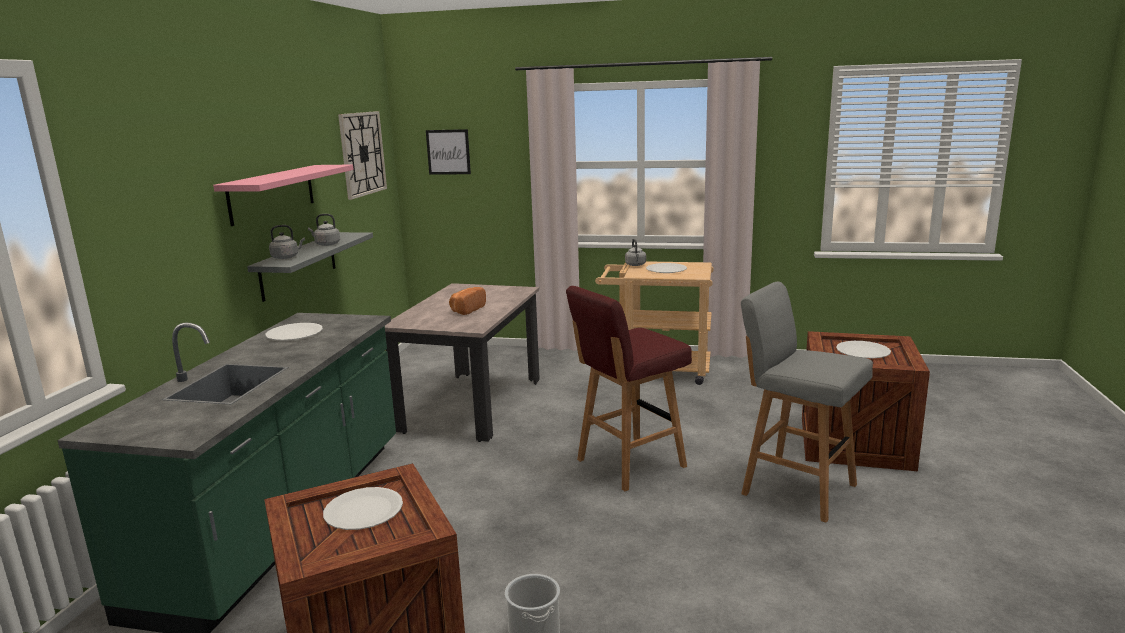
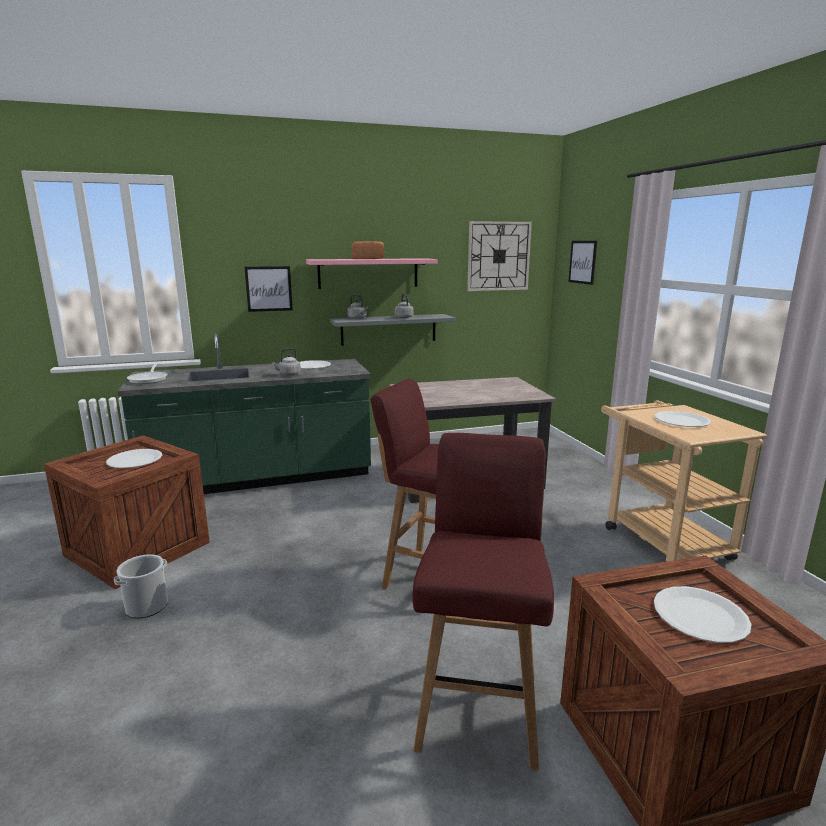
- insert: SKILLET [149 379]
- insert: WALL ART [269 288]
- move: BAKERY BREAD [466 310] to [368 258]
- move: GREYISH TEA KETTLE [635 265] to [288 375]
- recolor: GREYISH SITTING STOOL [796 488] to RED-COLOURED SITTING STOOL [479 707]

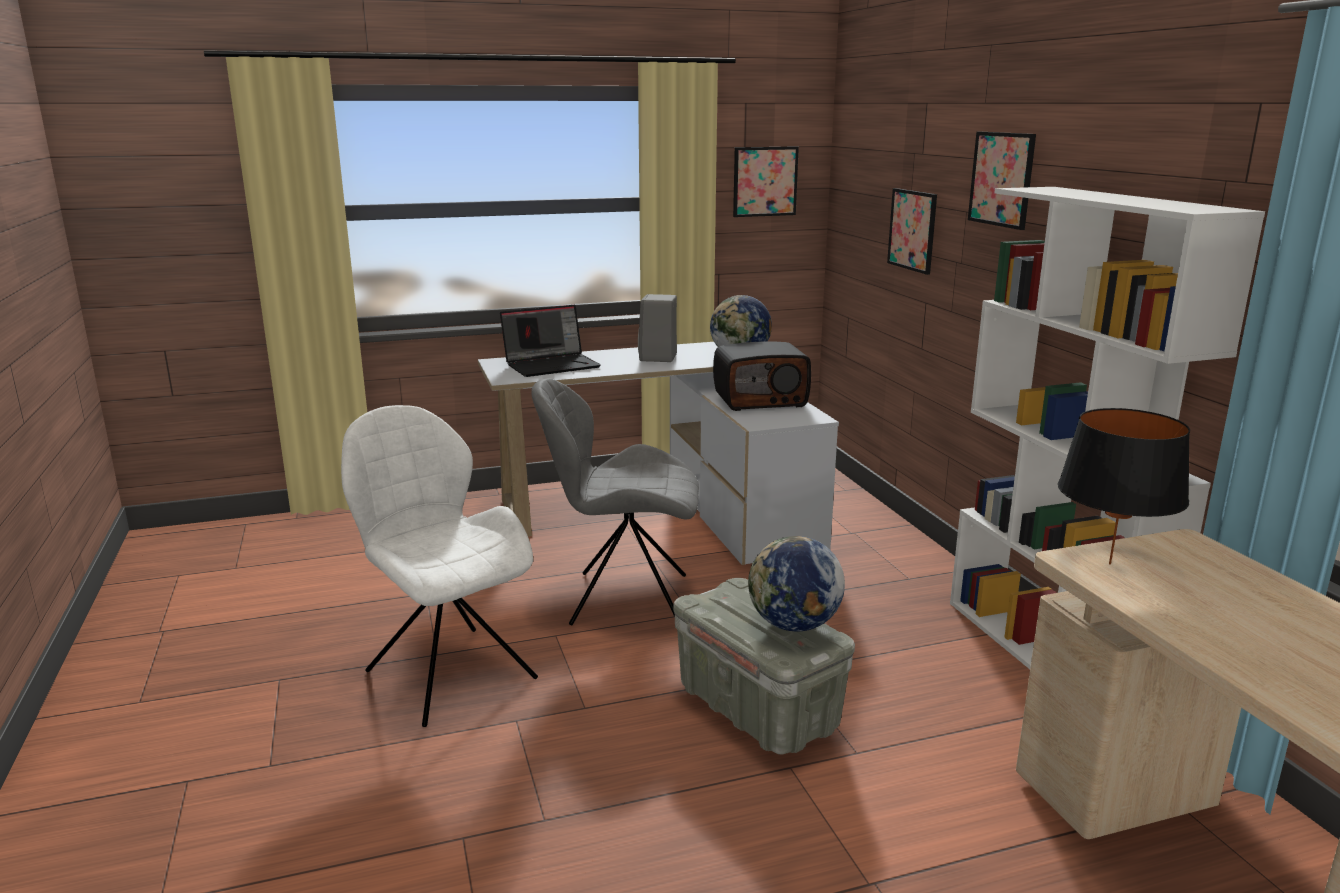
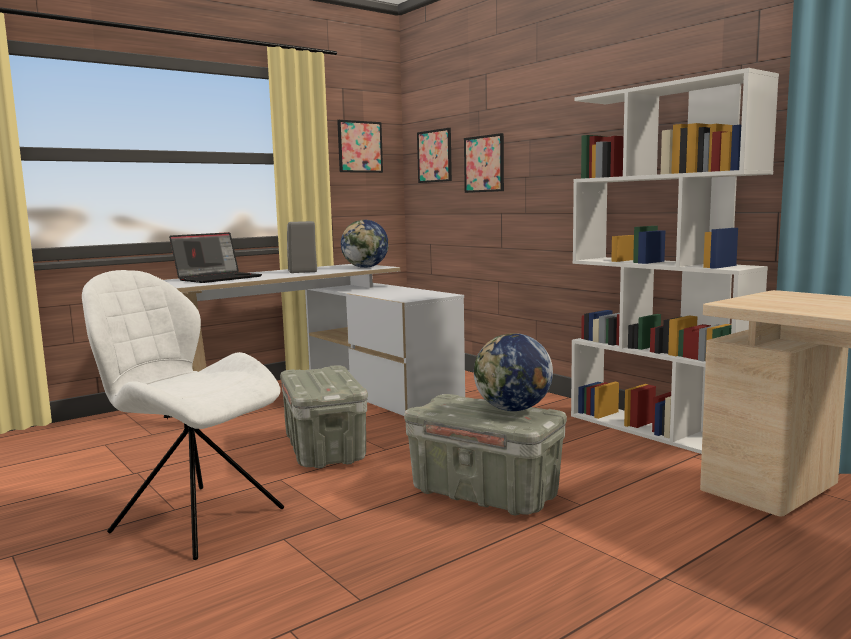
- delete: RADIO RECEIVER [760 400]
- delete: BLACKISH TABLETOP LAMP [1109 563]
- move: WALL ART [1001 179] to [434 156]
- replace: GREYISH UPRIGHT CHAIR [624 599] to GREYISH STORAGE BIN [324 449]

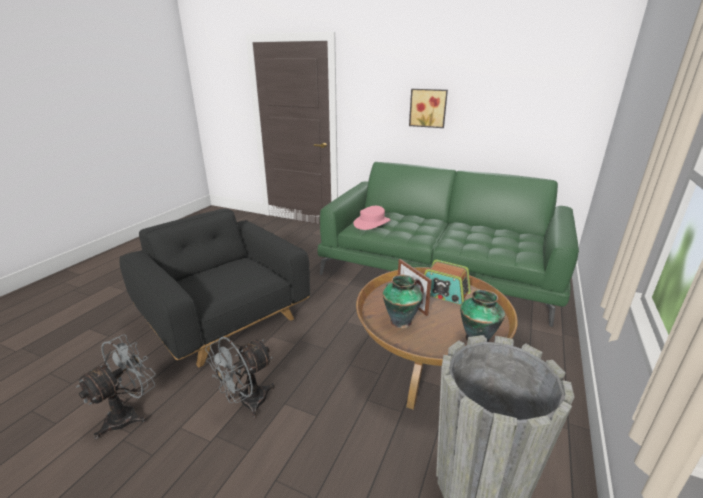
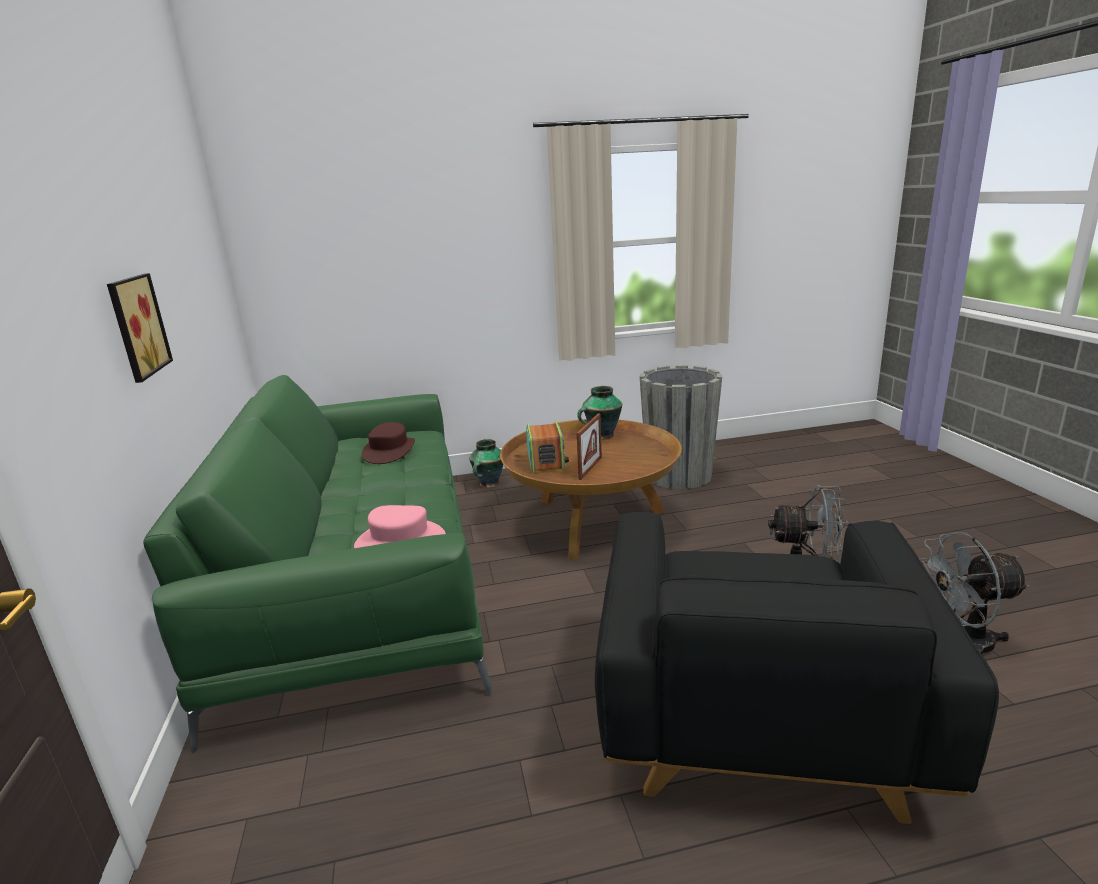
- insert: BROWNISH WEARABLE HAT [389 451]
- move: FLOWER VASE [400 321] to [489 484]

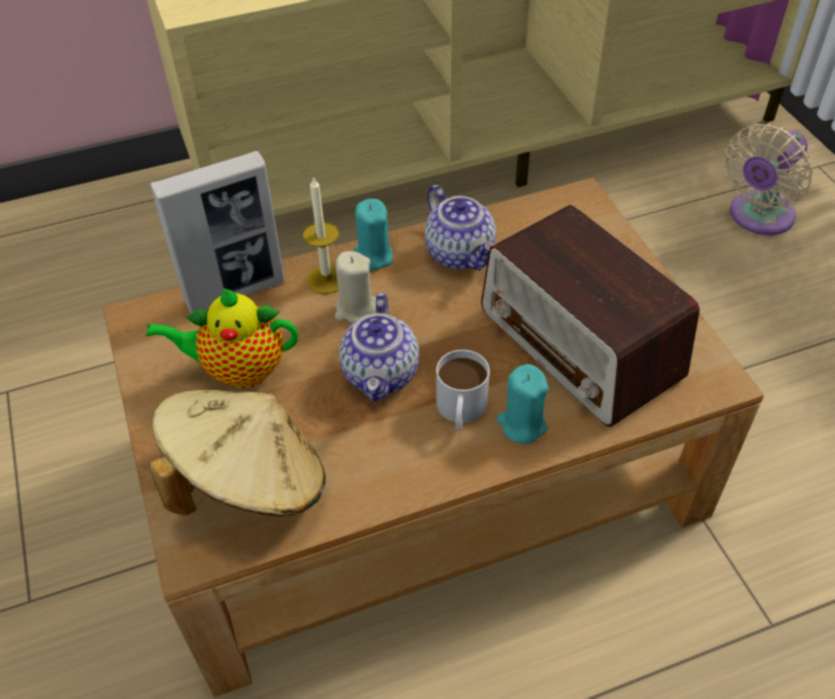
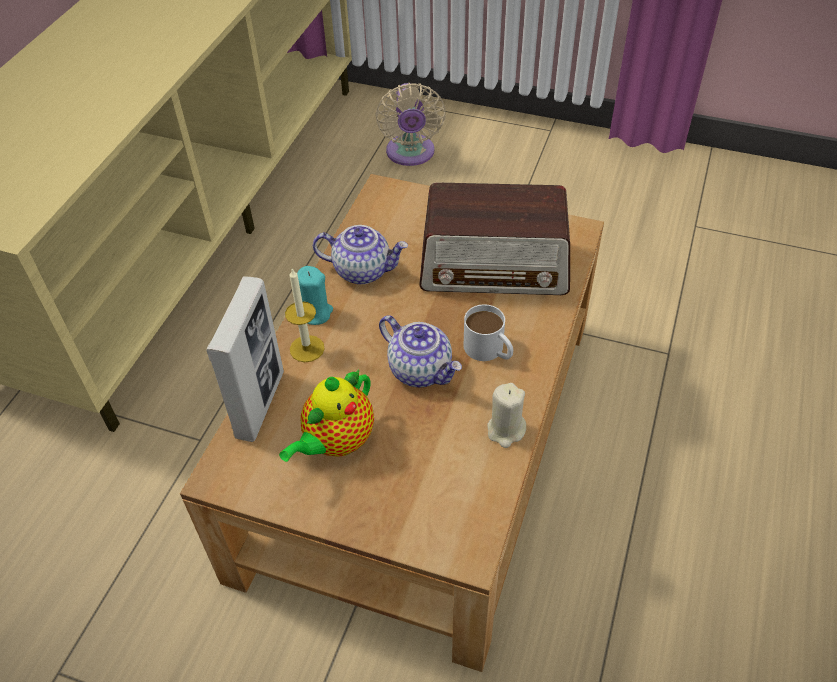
- delete: BEIGE WEARABLE HAT [249 481]
- delete: TURQUOISE-COLOURED WAX LIGHT [521 424]
- move: BEIGE WAX LIGHT [356 309] to [506 430]

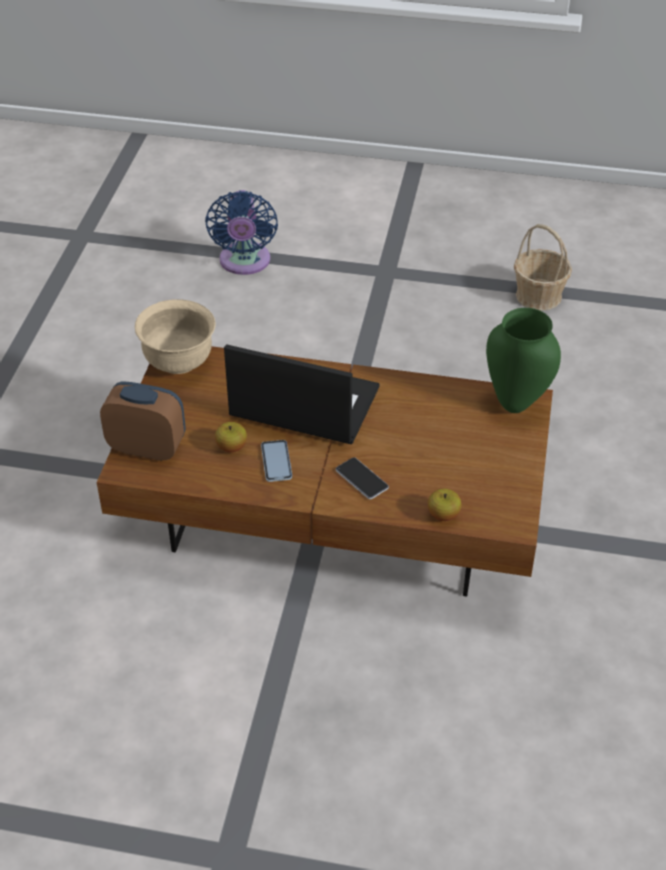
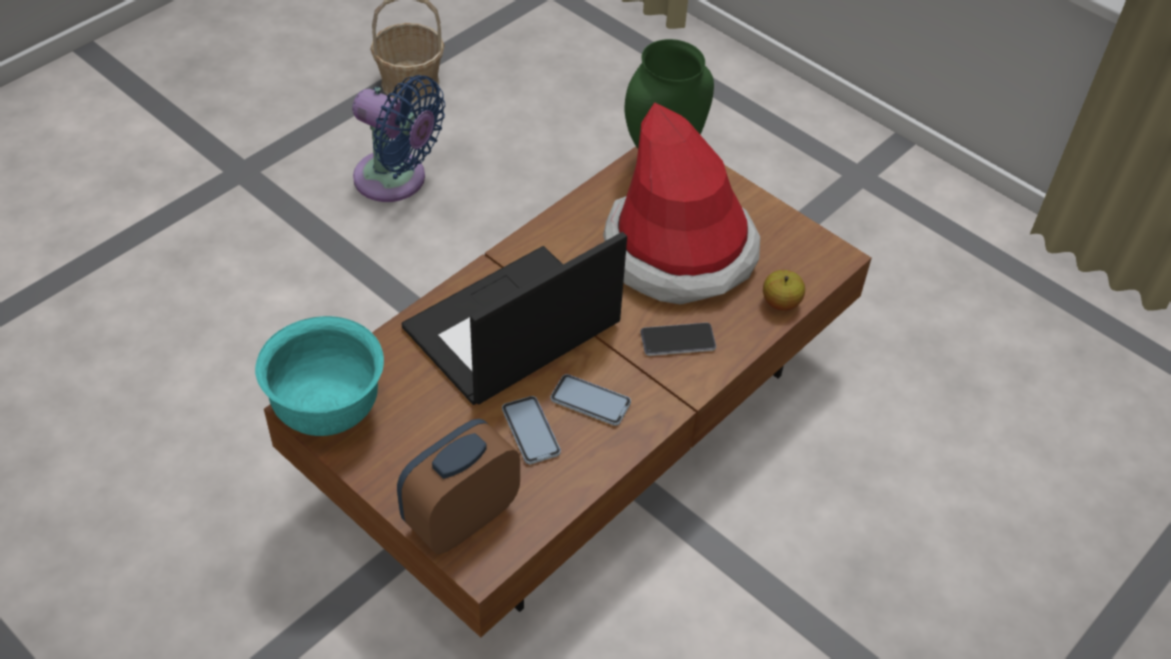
- insert: WEARABLE HAT [680 251]
- move: BLUE FAN [244 263] to [396 180]
- replace: WHOLE APPLE [231 447] to TELEPHONE [530 431]
- recolor: BEIGE SERVING BOWL [178 362] to TURQUOISE-COLOURED SERVING BOWL [328 410]

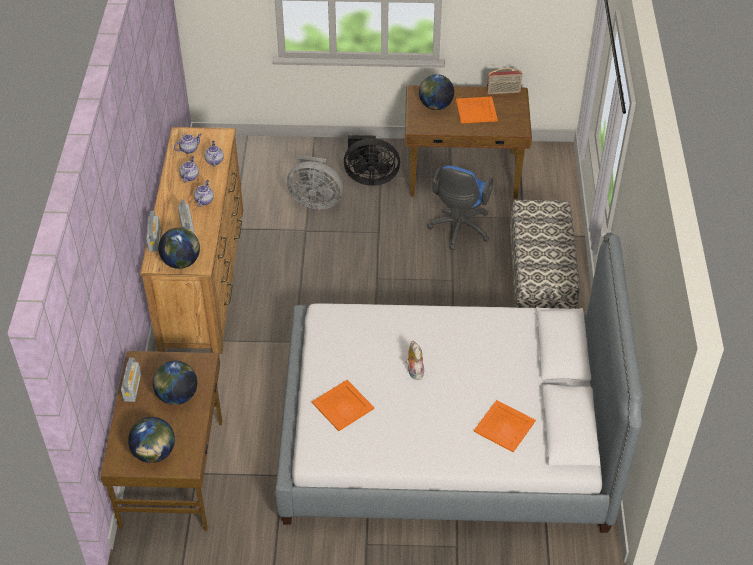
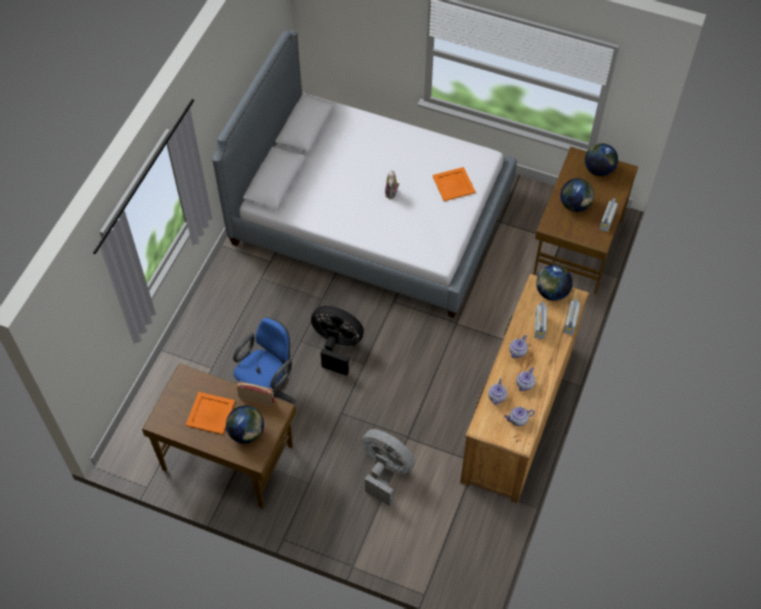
- delete: ORANGE-COLOURED CARRYING TRAY [504 425]
- delete: BENCH [540 282]
- move: BLACKISH FAN [370 178] to [337 346]
- move: RADIO RECEIVER [503 92] to [257 399]

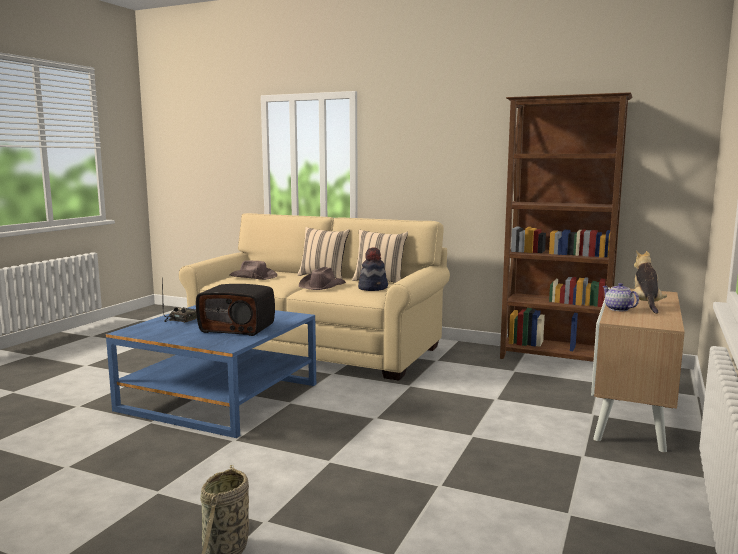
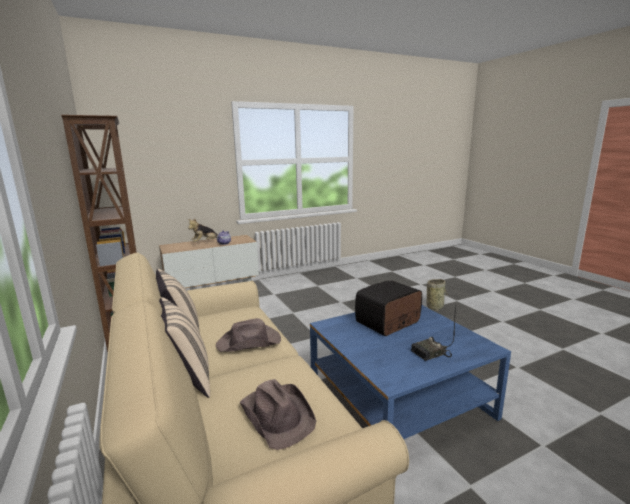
- delete: WEARABLE HAT [373 288]
- rotate: RADIO RECEIVER [238 328] = [388 322] 90 degrees counterclockwise

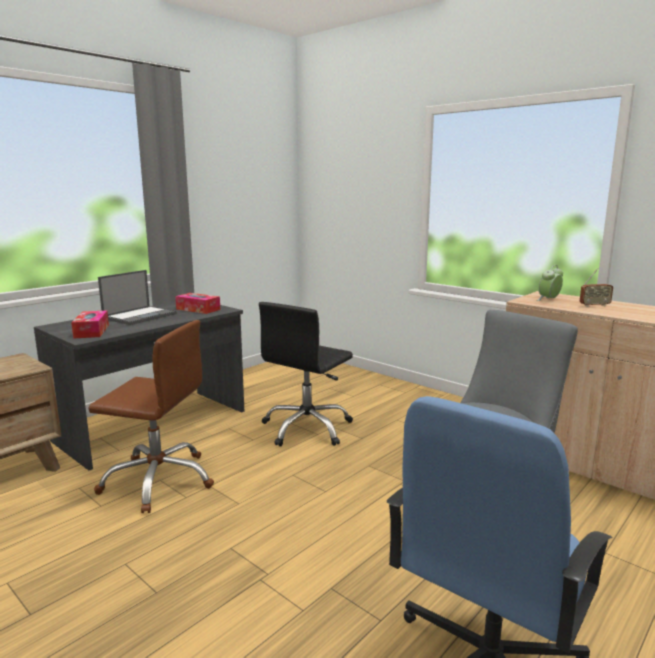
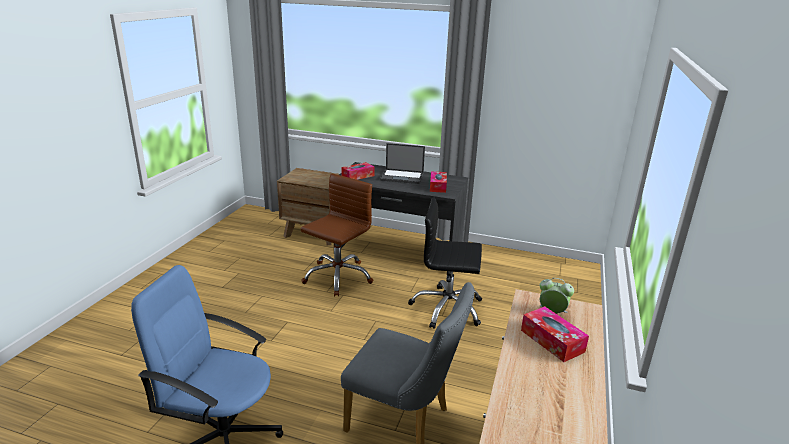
- replace: RADIO RECEIVER [594 305] to TISSUE HOLDER [552 341]
- rotate: BROWNISH COMPUTER CHAIR [159 480] = [337 277] 135 degrees counterclockwise

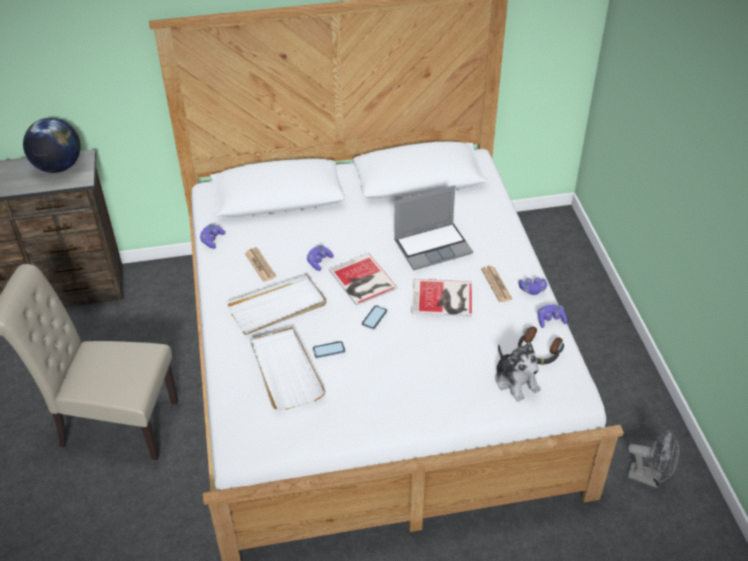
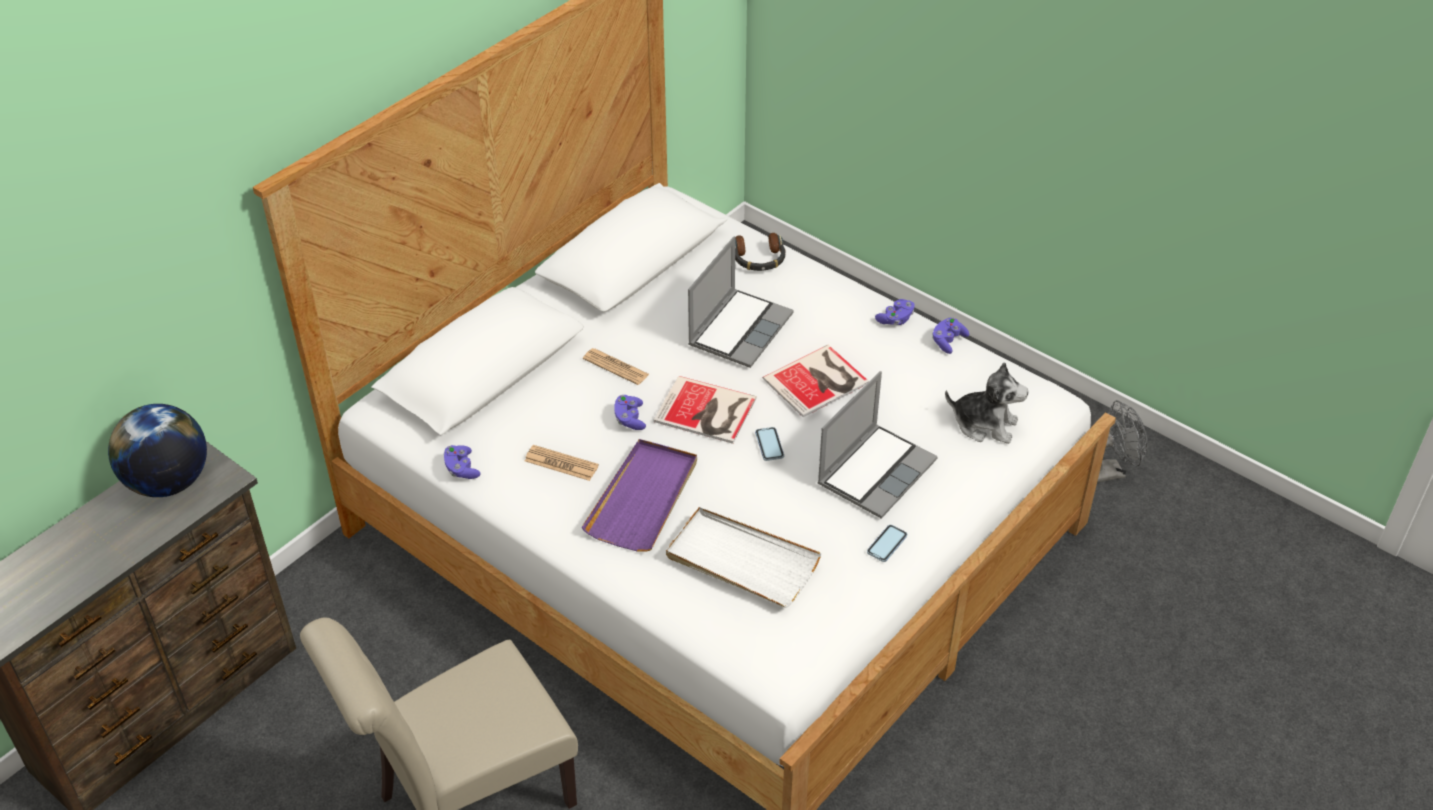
- insert: PORTABLE COMPUTER [876 471]
- move: TELEPHONE [329 350] to [887 544]
- move: NEWSPAPER [496 284] to [616 367]
- move: HEADPHONES [538 351] to [759 258]
- recolor: WHITISH CARRYING TRAY [277 307] to PURPLE CARRYING TRAY [643 498]

